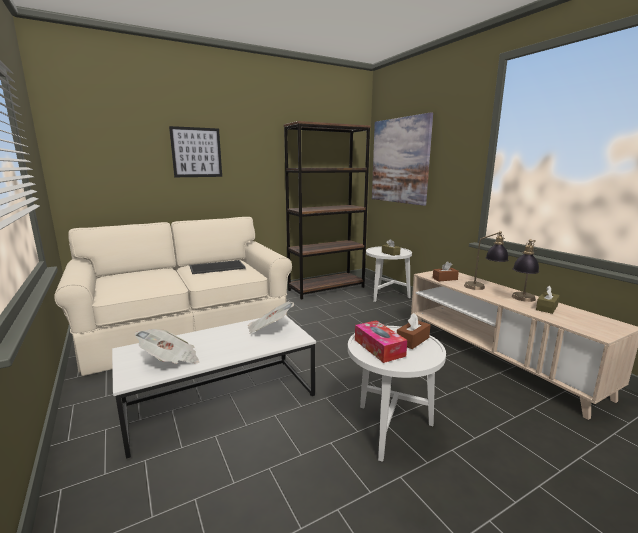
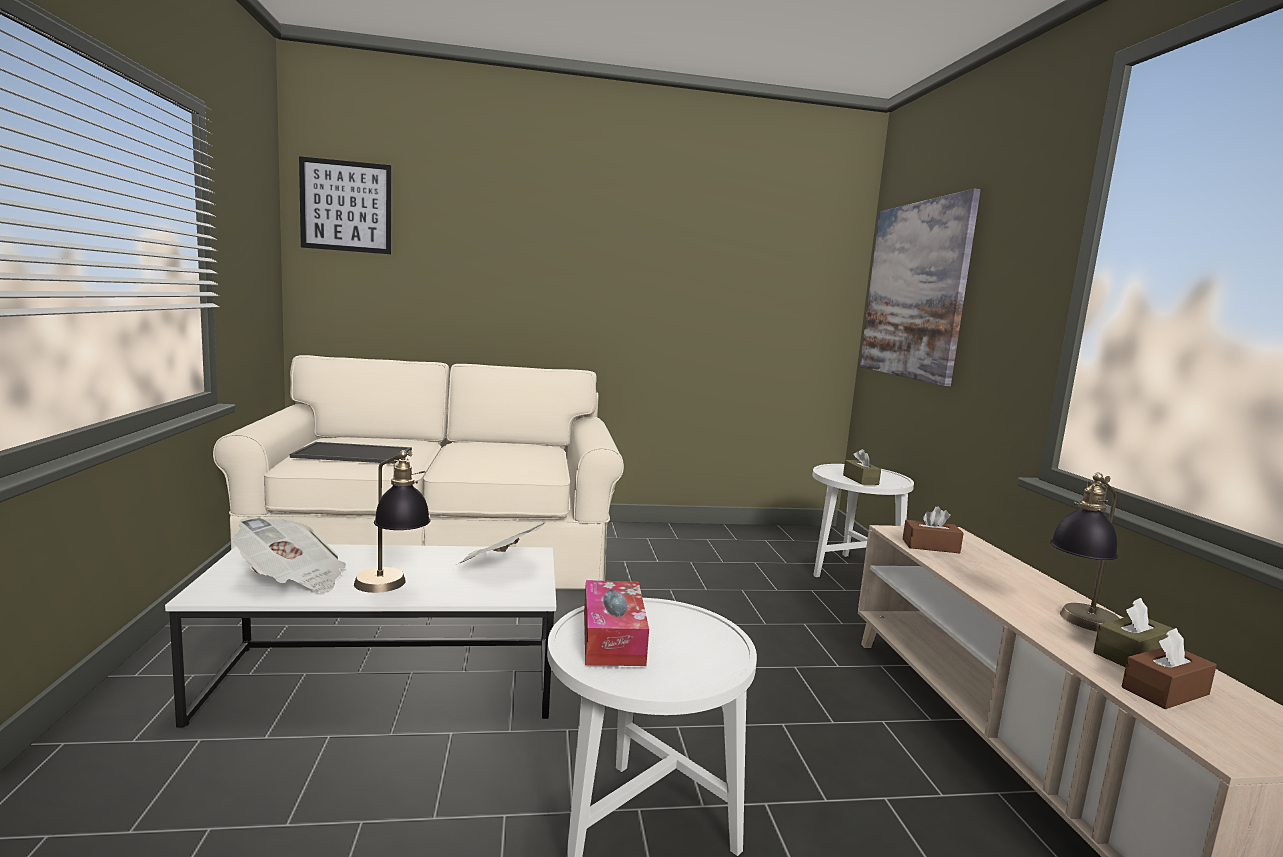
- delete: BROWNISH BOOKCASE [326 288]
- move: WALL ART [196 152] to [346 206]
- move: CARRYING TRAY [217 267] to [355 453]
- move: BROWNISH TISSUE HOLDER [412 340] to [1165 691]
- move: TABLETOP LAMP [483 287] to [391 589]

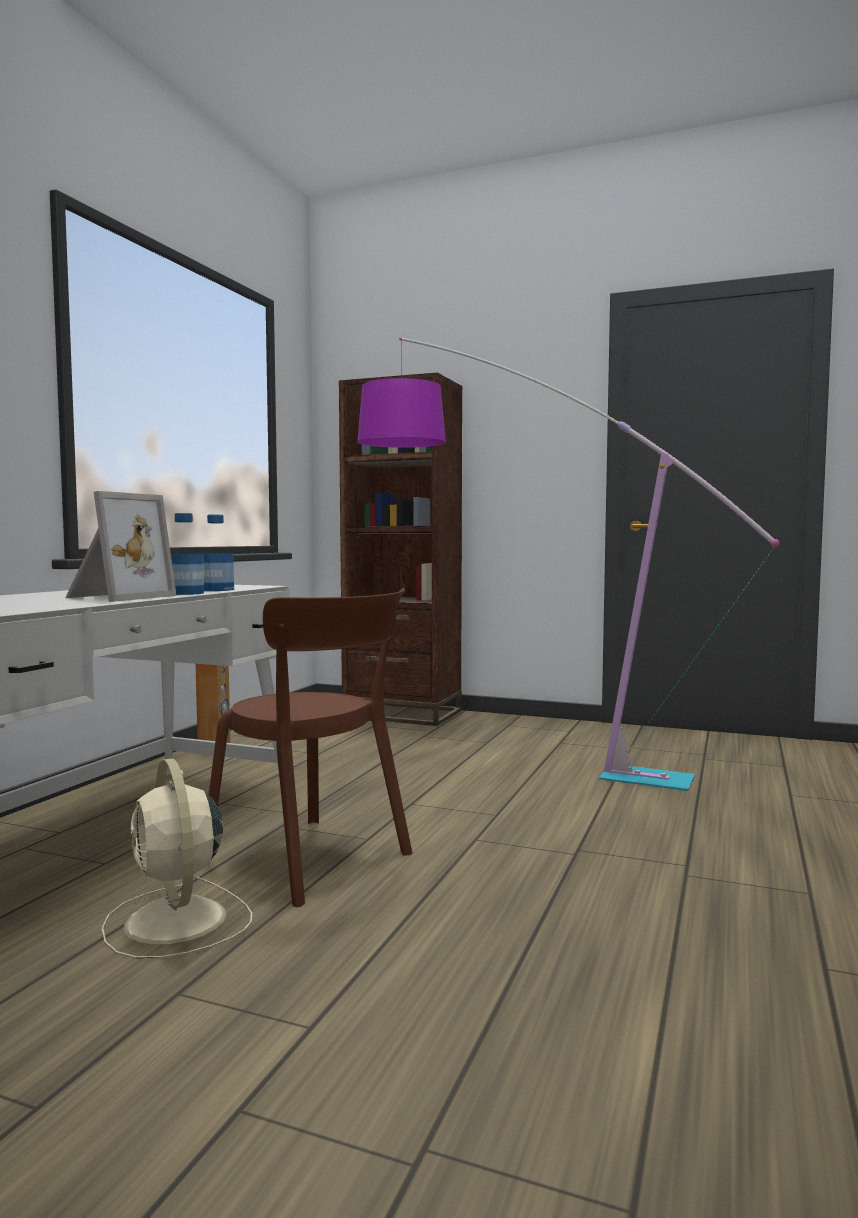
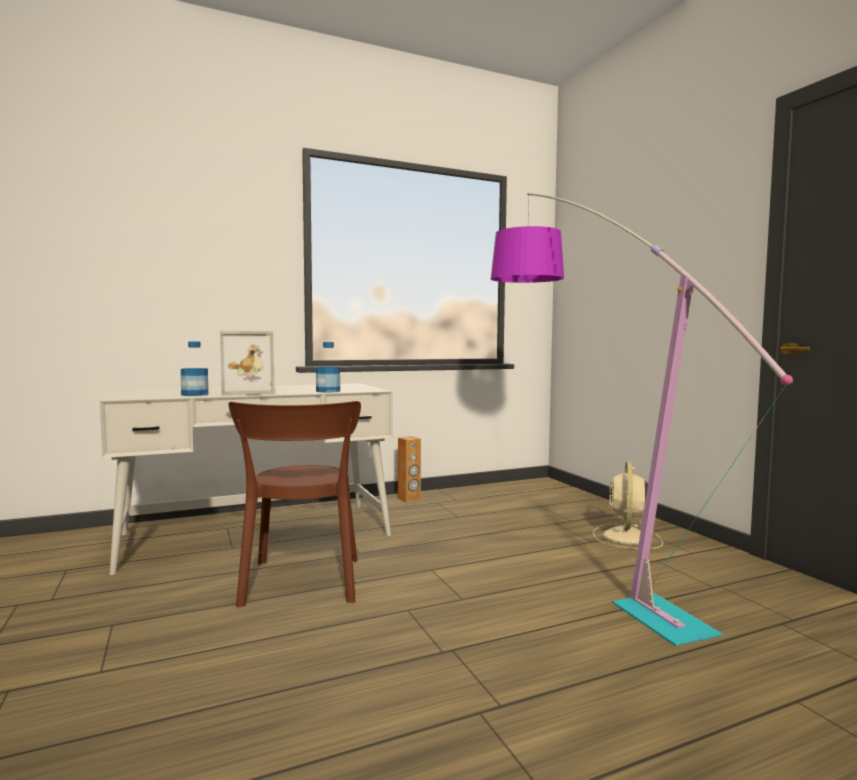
- delete: BROWNISH BOOKCASE [402 714]
- move: BEIGE FAN [177 922] to [626 537]
- move: DRINK BOTTLE [185 593] to [194 394]

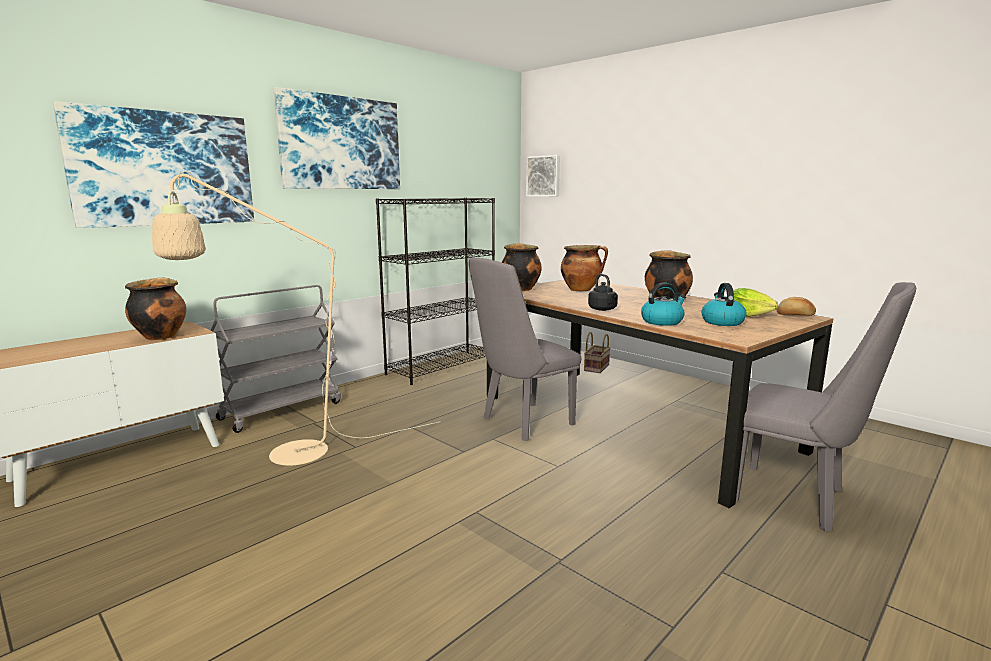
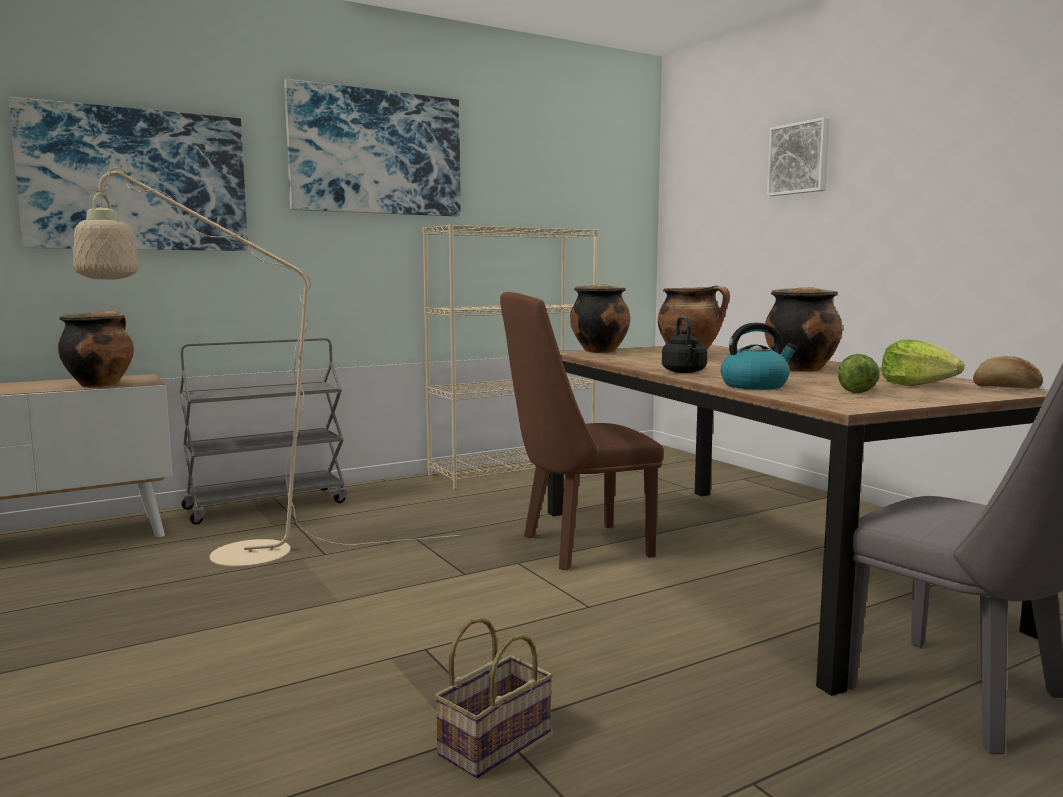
- move: WALL ART [544 176] to [799 158]
- move: HOUSEHOLD BASKET [596 367] to [495 741]
- replace: TEA KETTLE [722 322] to HEAD OF LETTUCE [856 389]
- recolor: BLACKISH BOOKCASE [442 366] to BEIGE BOOKCASE [513 471]
- recolor: GREYISH UPRIGHT CHAIR [522 423] to BROWNISH UPRIGHT CHAIR [575 547]

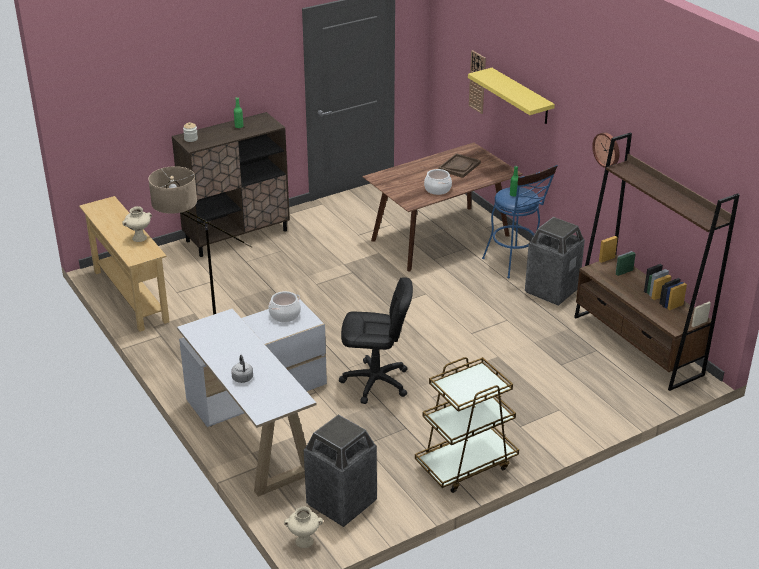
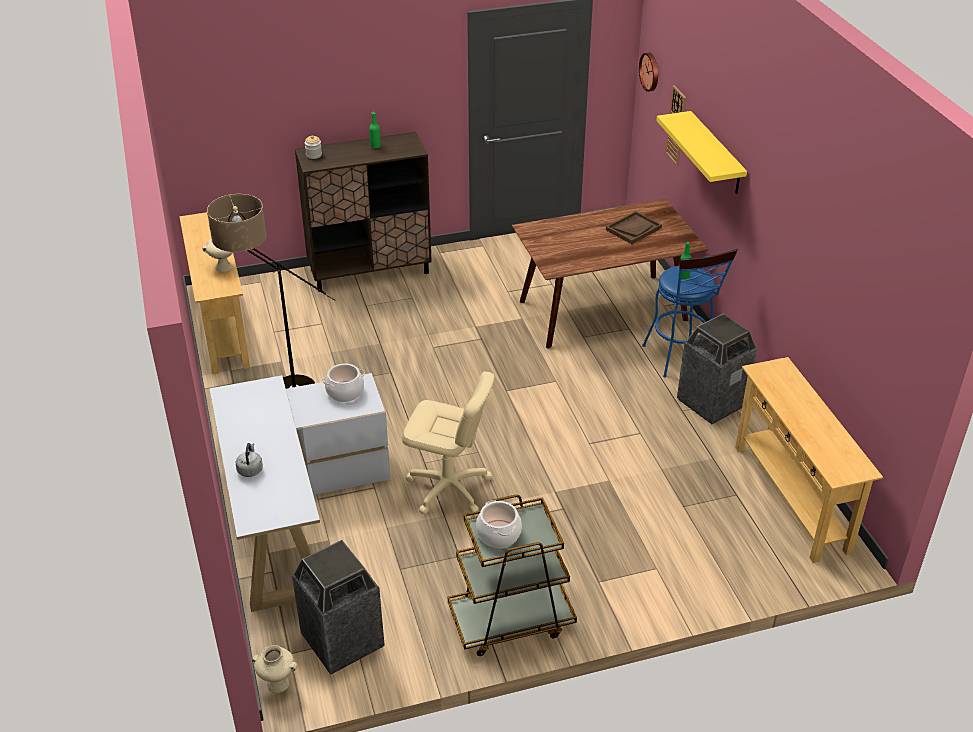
- move: COOKING POT [438 189] to [499 534]
- move: WALL CLOCK [607 149] to [650 71]
- replace: BROWNISH BOOKCASE [637 345] to BEIGE NARROW TABLE [791 497]
- recolor: BLACKISH COMPUTER CHAIR [376 382] to BEIGE COMPUTER CHAIR [448 488]

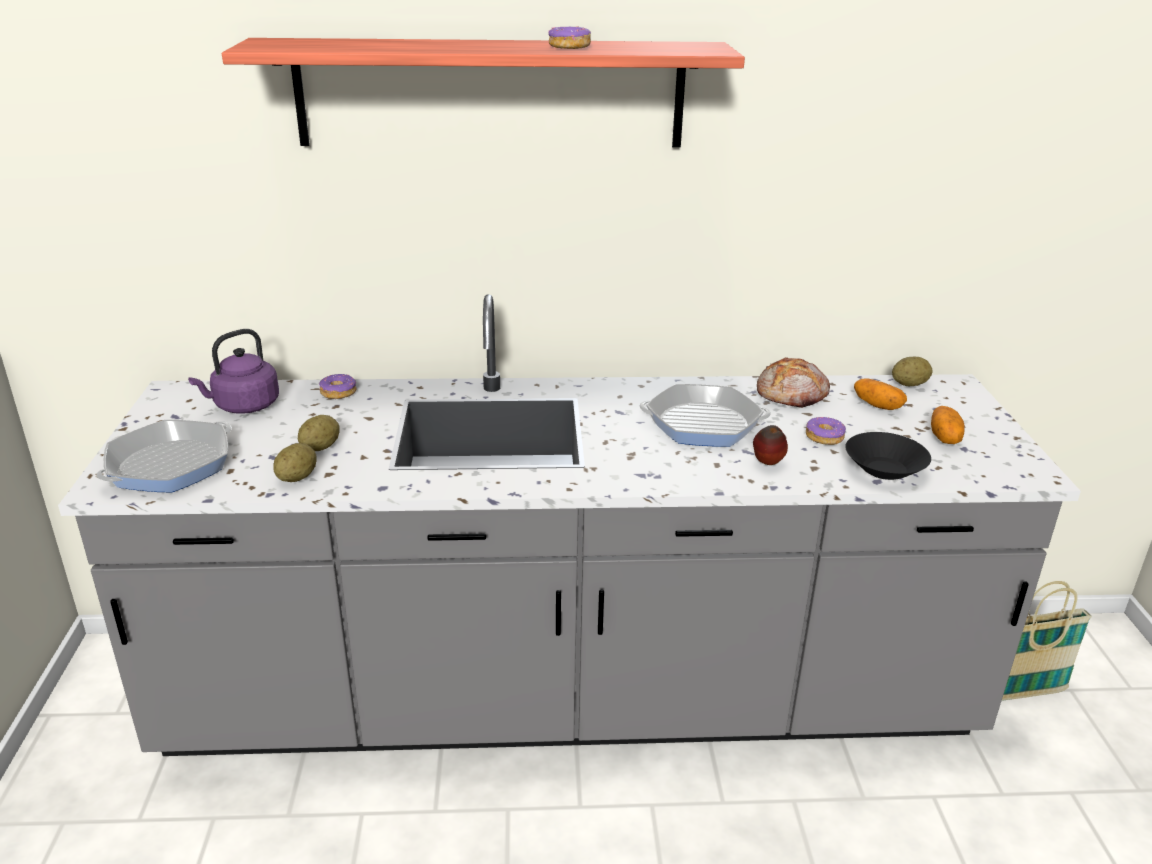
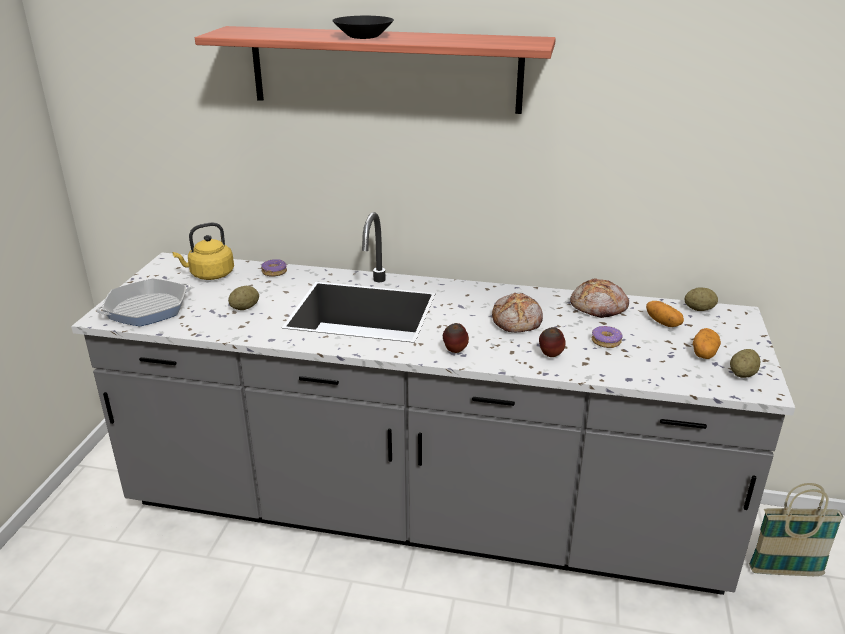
- delete: DONUT [569 46]
- insert: WHOLE APPLE [455 352]
- move: SPUD [297 477] to [742 374]
- move: BLACKISH SERVING BOWL [883 471] to [363 37]
- replace: SKILLET [703 424] to BAKERY BREAD [518 321]
- recolor: PURPLE TEA KETTLE [243 406] to YELLOW TEA KETTLE [210 275]

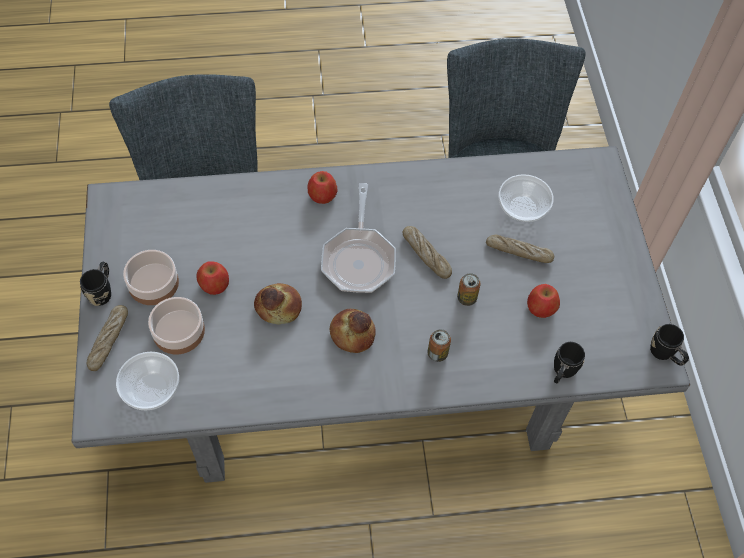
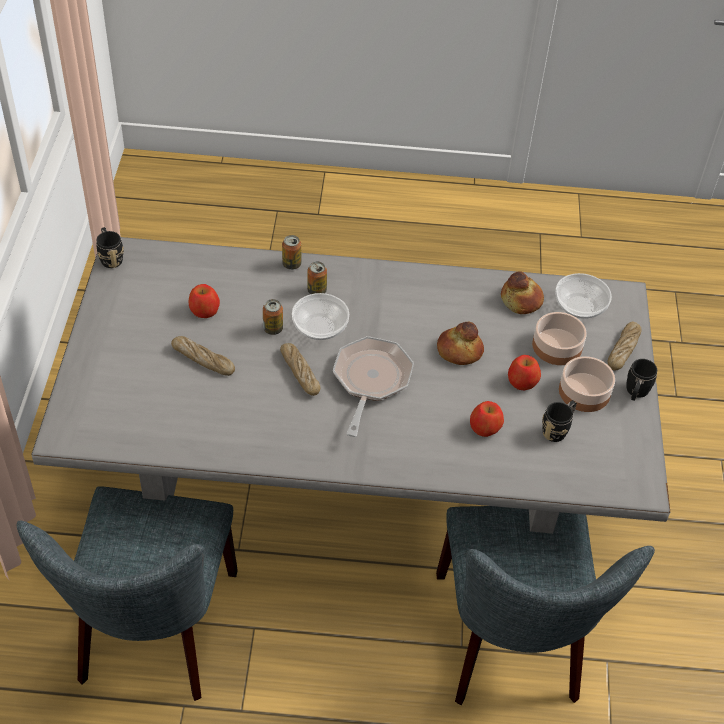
- insert: CAN [291 264]
- move: WHOLE APPLE [322 194] to [485 427]
- move: BAKERY BREAD [352 334] to [521 300]
- move: SERVING BOWL [522 207] to [320 328]
- move: BLACKISH MUG [562 372] to [557 429]

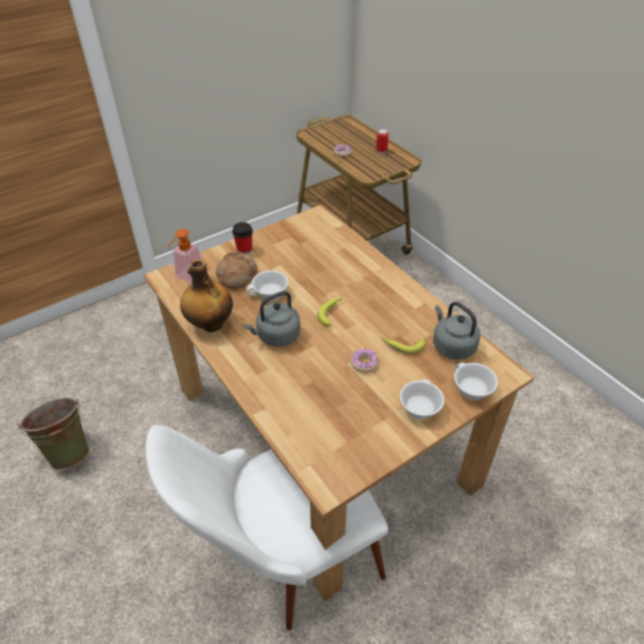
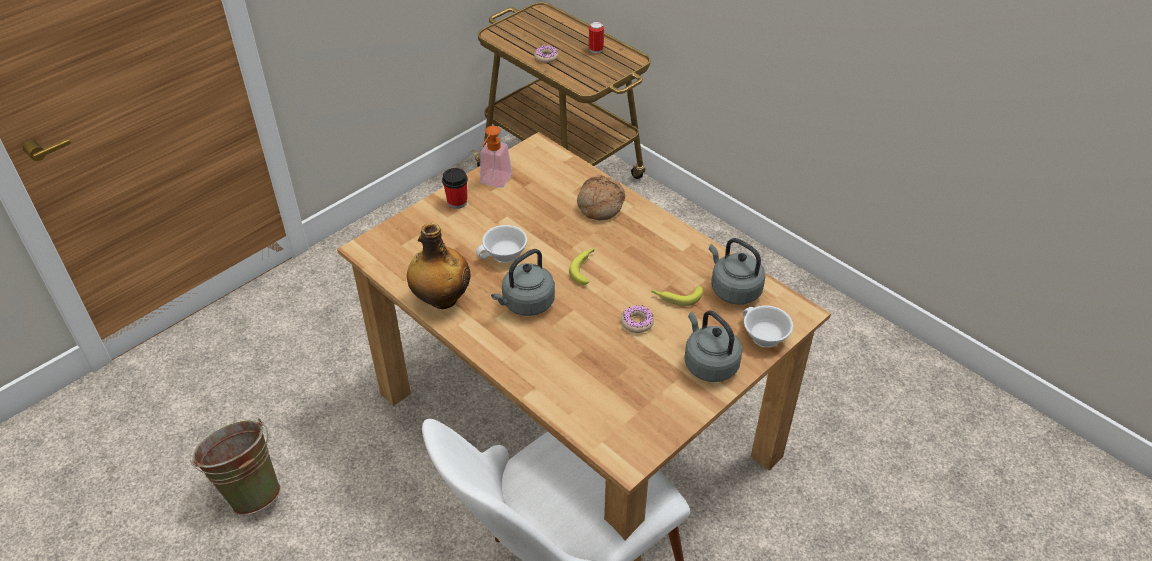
- move: SOAP DISPENSER [187 277] to [494 182]
- move: BAKERY BREAD [236 276] to [599 205]
- replace: WHITISH CUP [418 407] to GREYISH TEA KETTLE [709 363]

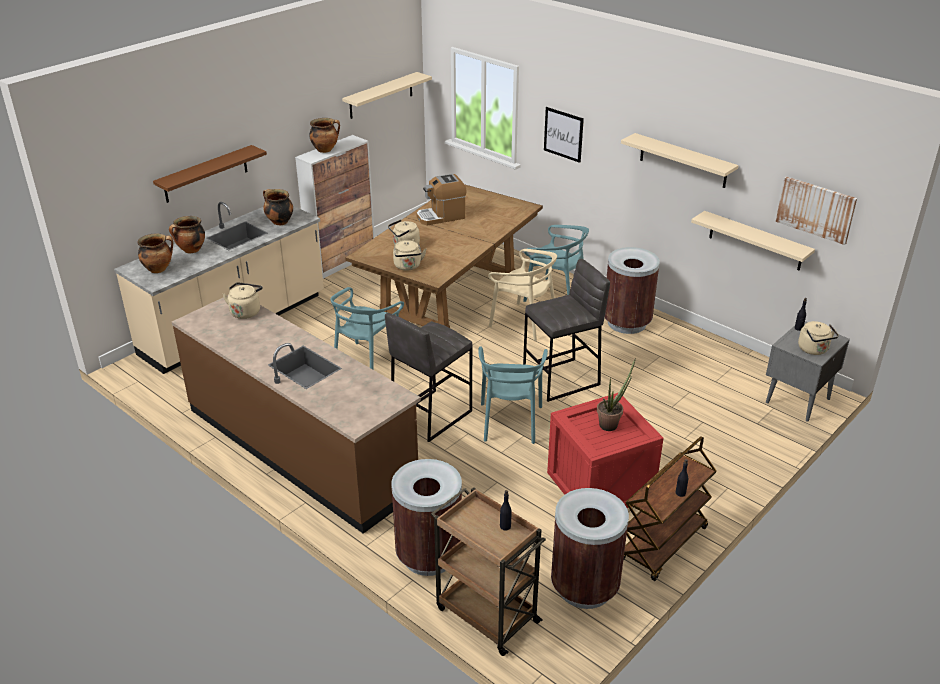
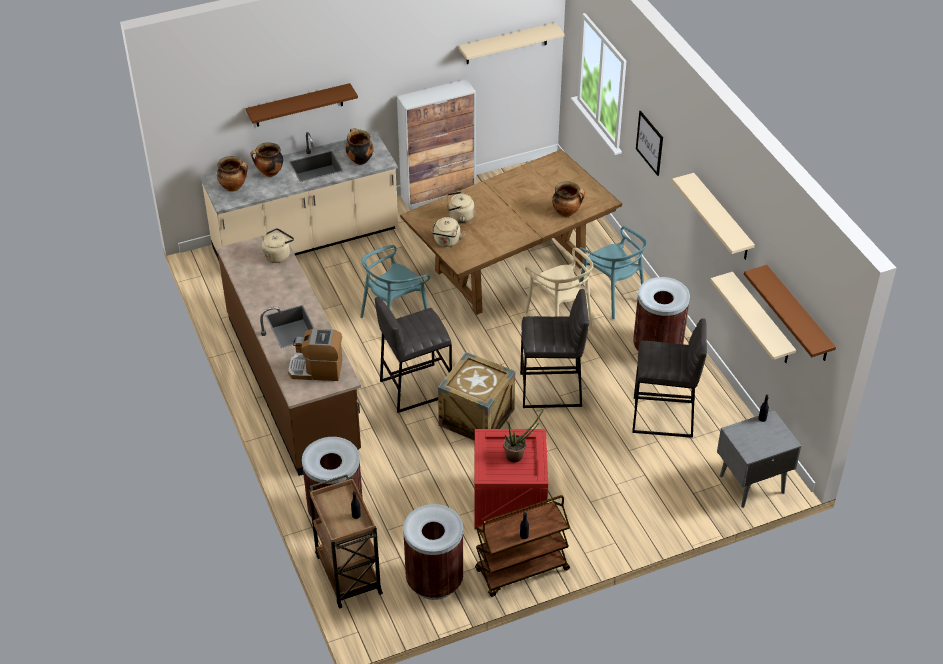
- delete: BEIGE TEA KETTLE [814 350]
- insert: GREYISH SITTING STOOL [663 417]
- move: COOKING POT [325 150] to [567 212]
- move: COFFEE BREWER [441 216] to [316 369]
- replace: TURQUOISE-COLOURED UPRIGHT CHAIR [510 422] to SHIPPING CRATE [476 417]
- replace: WALL ART [816 209] to BROWNISH BRACKET SHELF [798 315]

